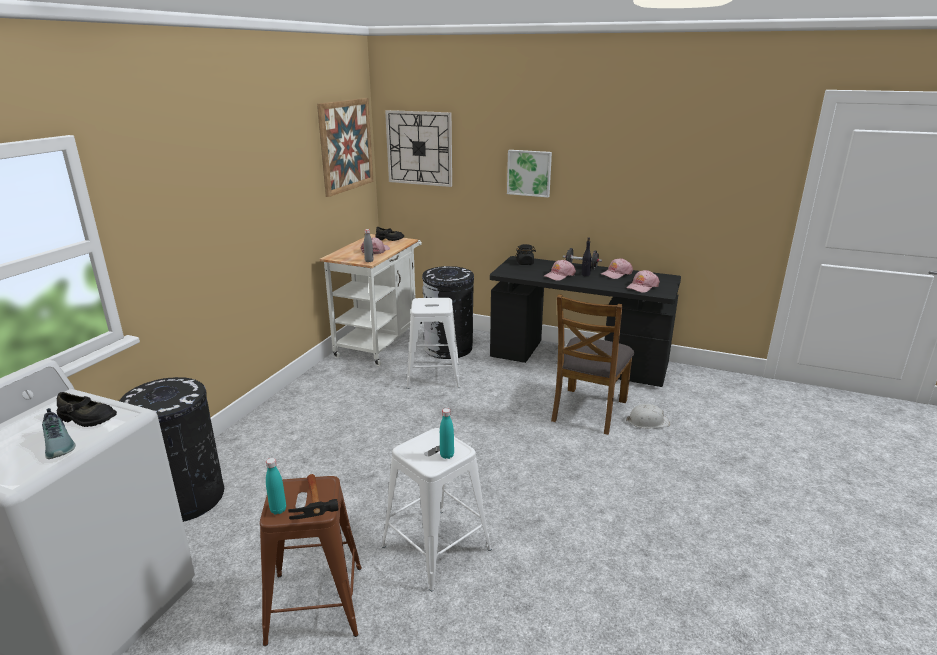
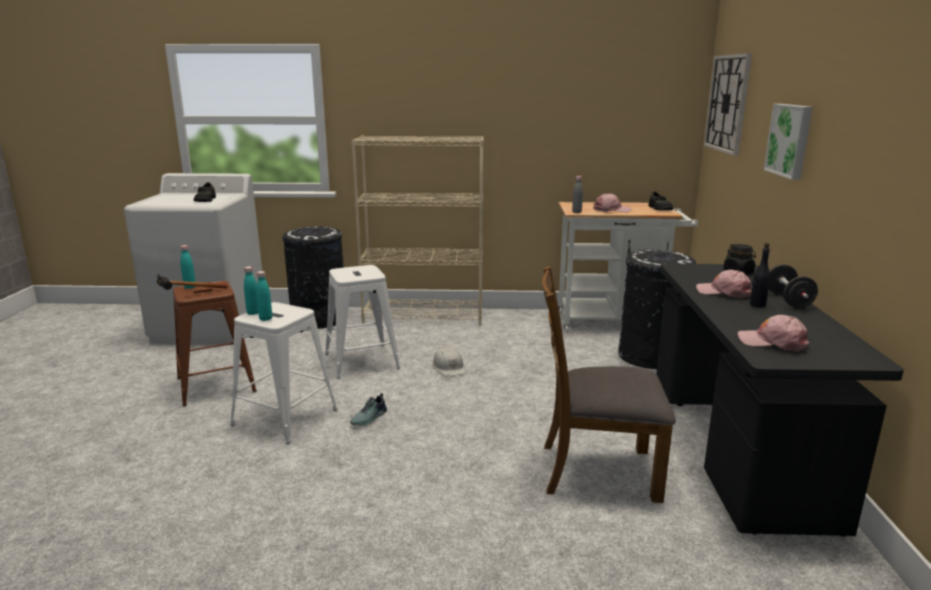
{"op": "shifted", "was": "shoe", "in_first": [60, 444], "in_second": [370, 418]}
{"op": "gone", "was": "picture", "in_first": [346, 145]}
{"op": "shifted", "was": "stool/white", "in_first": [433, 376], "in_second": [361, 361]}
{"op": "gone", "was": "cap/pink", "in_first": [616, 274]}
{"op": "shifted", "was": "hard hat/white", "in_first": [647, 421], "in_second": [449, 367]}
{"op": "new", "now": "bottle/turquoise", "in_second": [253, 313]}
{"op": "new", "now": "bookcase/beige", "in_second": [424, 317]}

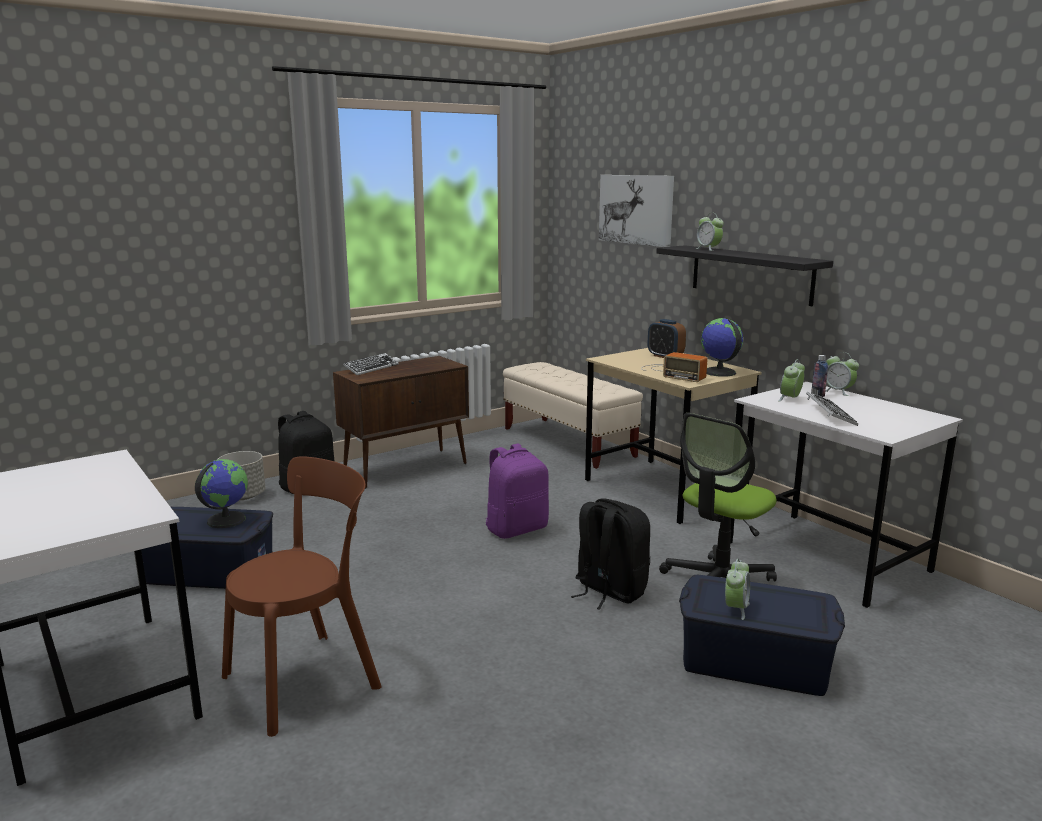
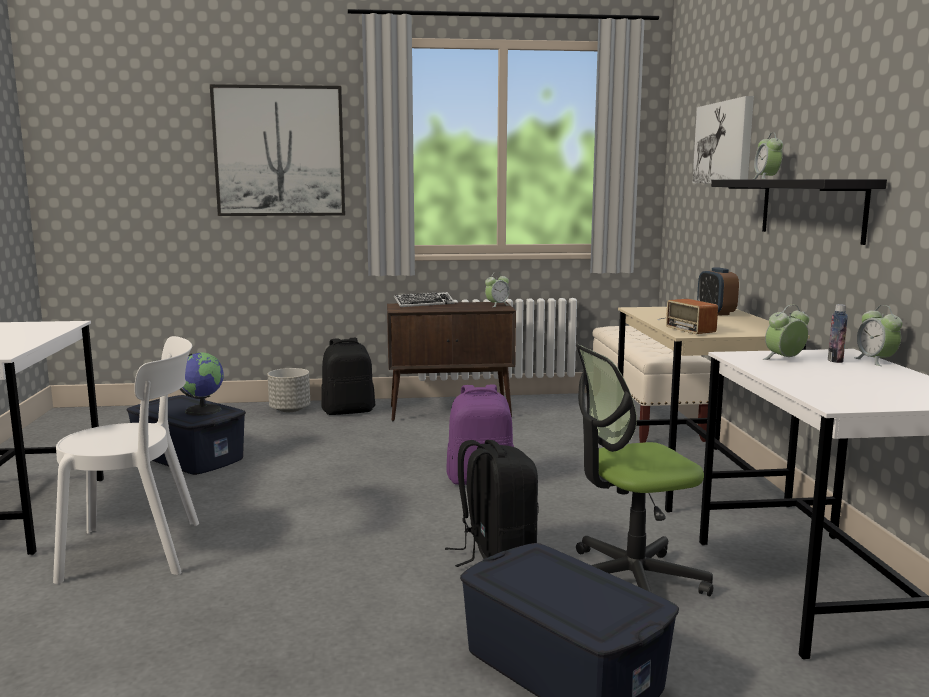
{"op": "repainted", "was": "chair/brown", "now": "chair/white", "in_first": [308, 678], "in_second": [140, 550]}
{"op": "gone", "was": "globe", "in_first": [719, 372]}
{"op": "shifted", "was": "alarm clock", "in_first": [736, 609], "in_second": [497, 305]}
{"op": "gone", "was": "keyboard", "in_first": [829, 414]}
{"op": "new", "now": "picture", "in_second": [279, 151]}

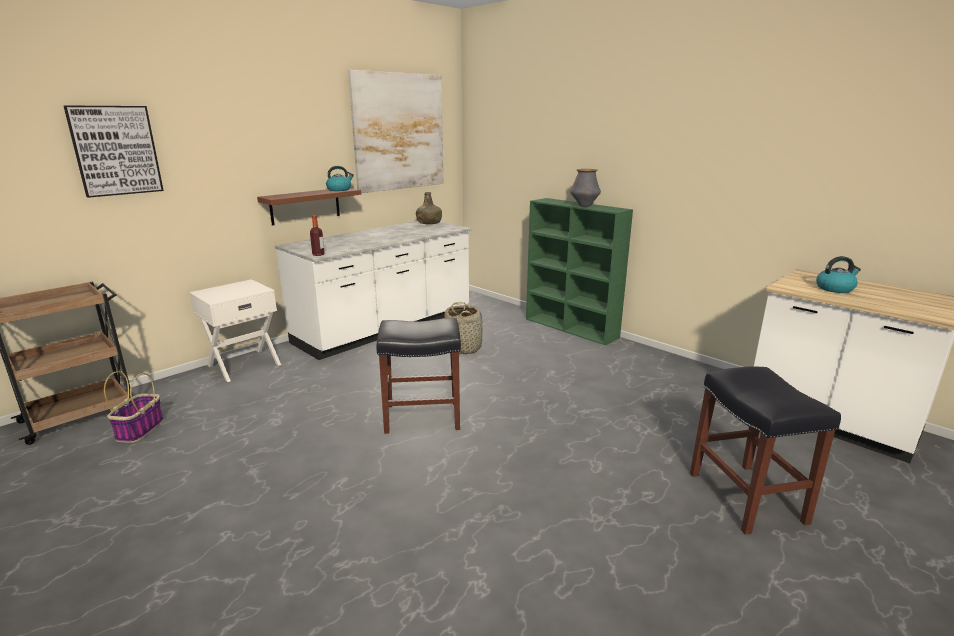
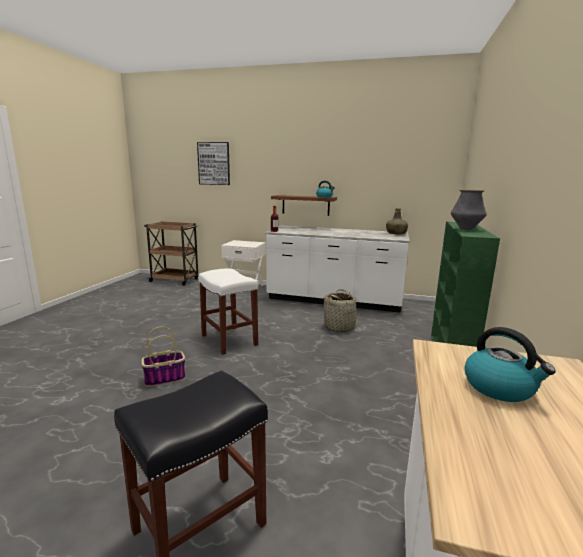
{"op": "shifted", "was": "basket", "in_first": [140, 429], "in_second": [165, 378]}
{"op": "gone", "was": "picture", "in_first": [399, 132]}
{"op": "repainted", "was": "stool/black", "now": "stool/white", "in_first": [423, 416], "in_second": [230, 340]}

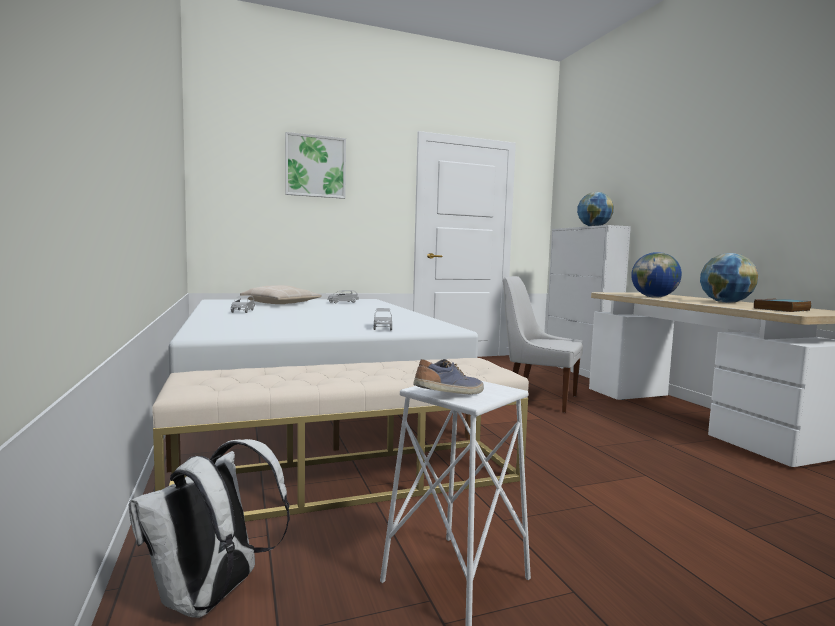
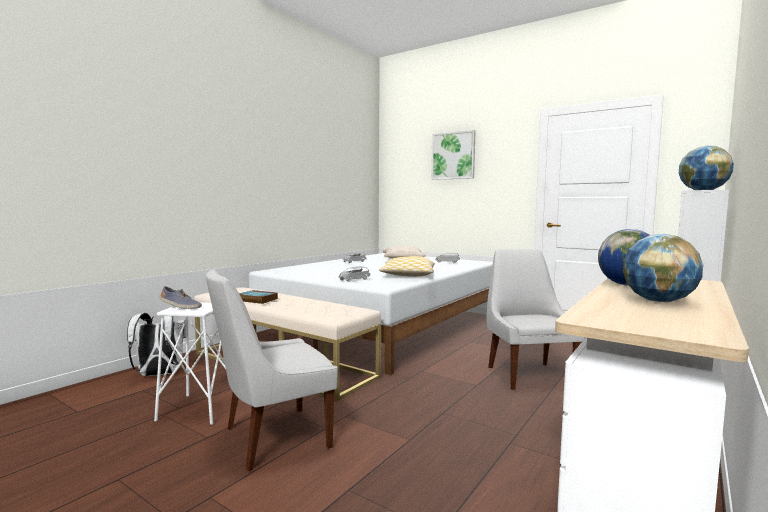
{"op": "shifted", "was": "book", "in_first": [782, 309], "in_second": [256, 300]}
{"op": "new", "now": "chair/white", "in_second": [272, 438]}
{"op": "new", "now": "pillow", "in_second": [408, 275]}

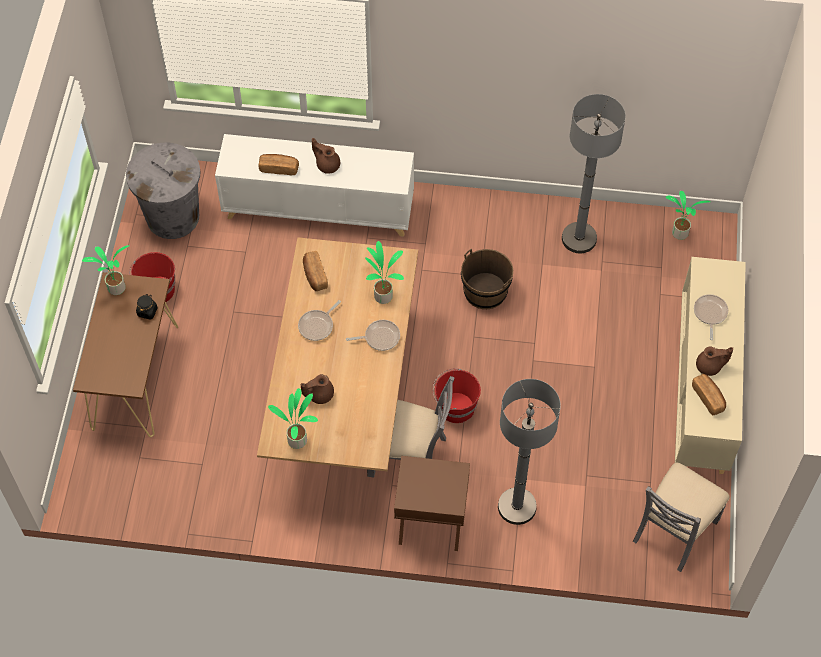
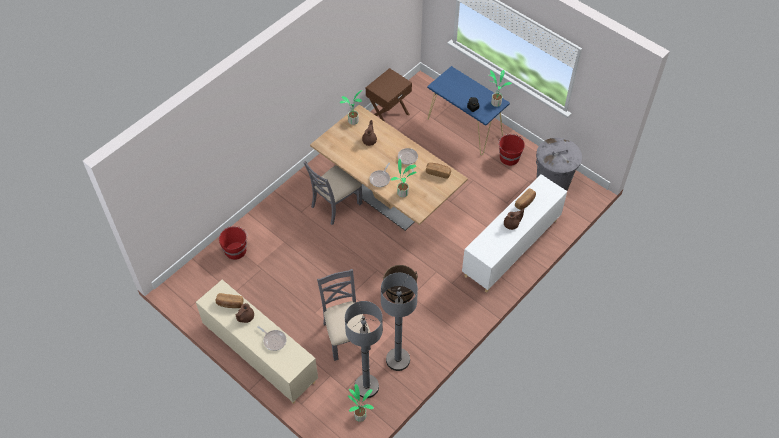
{"op": "repainted", "was": "console table/brown", "now": "console table/blue", "in_first": [135, 376], "in_second": [465, 127]}
{"op": "shifted", "was": "nightstand/brown", "in_first": [431, 523], "in_second": [388, 116]}
{"op": "shifted", "was": "bucket/red", "in_first": [455, 407], "in_second": [236, 250]}
{"op": "shifted", "was": "floor lamp/grey", "in_first": [517, 506], "in_second": [366, 386]}
{"op": "shifted", "was": "chair/grey", "in_first": [674, 530], "in_second": [345, 336]}

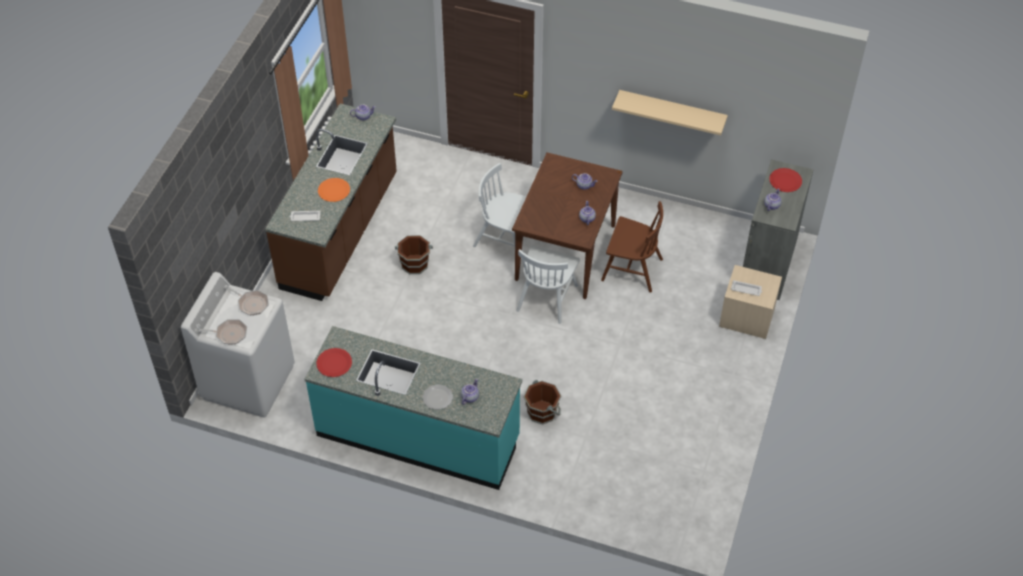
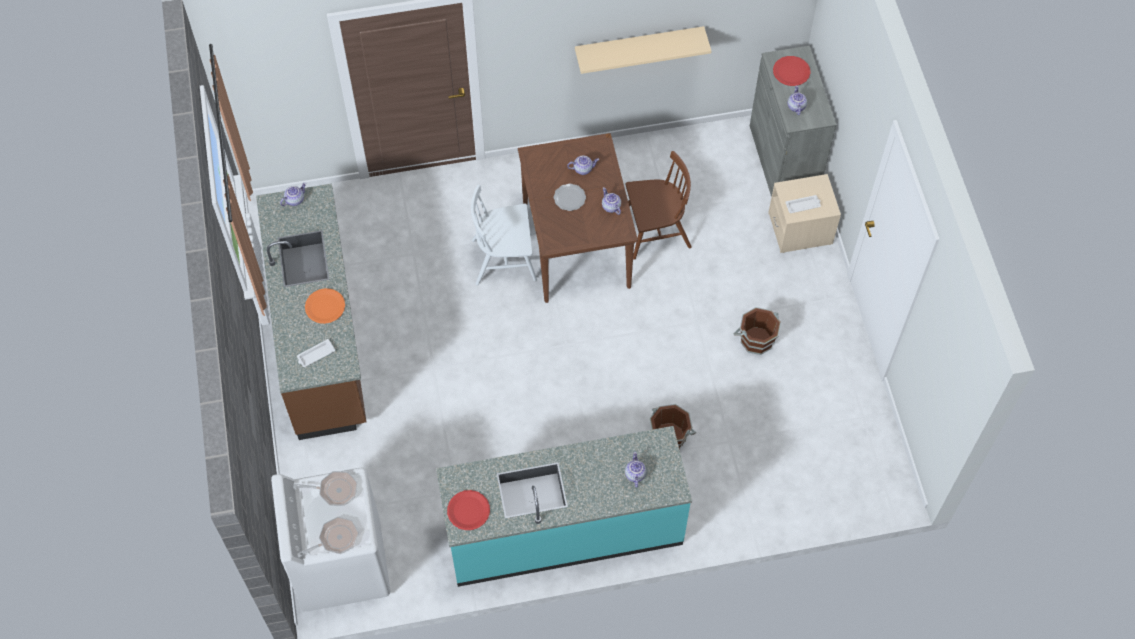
{"op": "shifted", "was": "bucket/brown", "in_first": [414, 263], "in_second": [756, 339]}
{"op": "shifted", "was": "plate", "in_first": [438, 398], "in_second": [570, 198]}
{"op": "gone", "was": "chair/white", "in_first": [547, 298]}

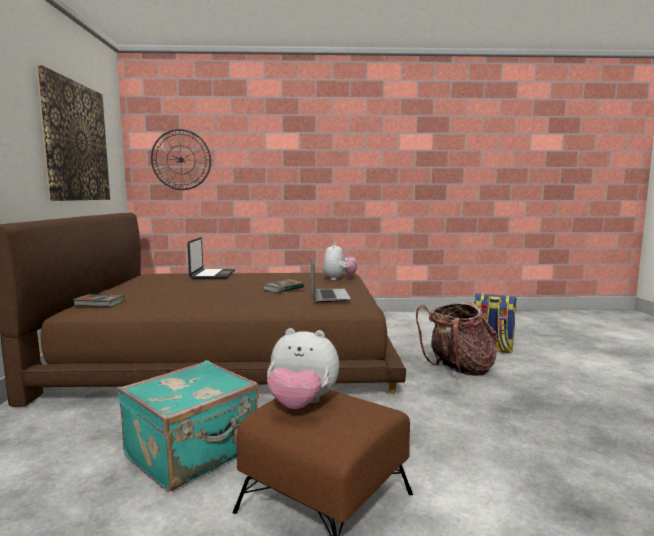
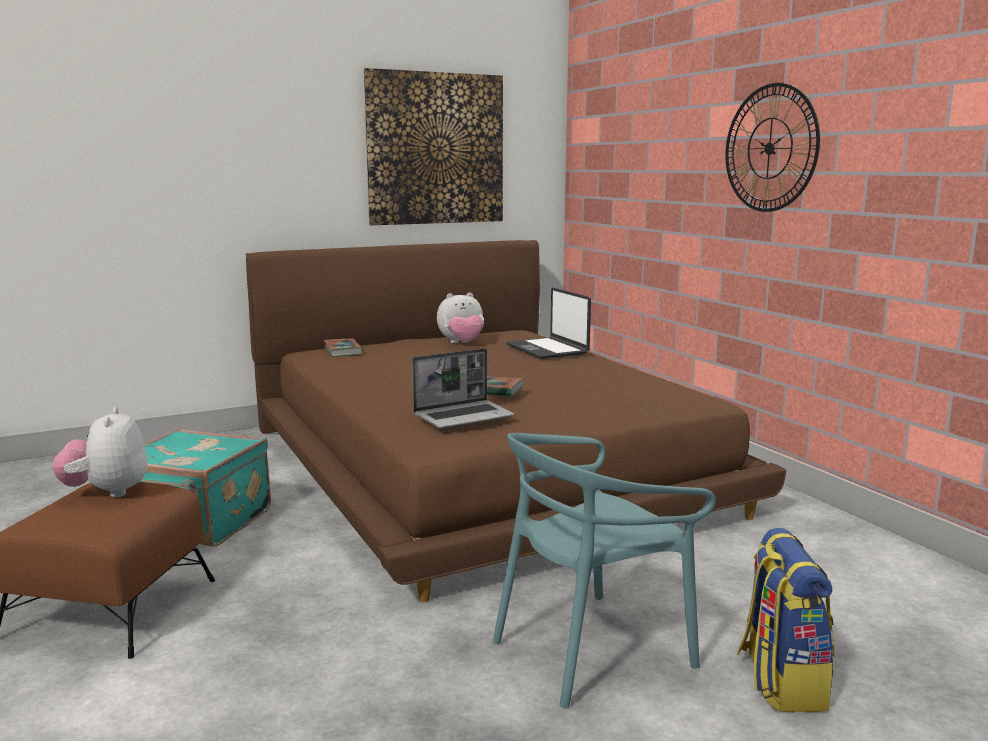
{"op": "shifted", "was": "wall clock", "in_first": [181, 159], "in_second": [770, 148]}
{"op": "rotated", "was": "laptop", "in_first": [212, 275], "in_second": [548, 349], "clockwise": 90}
{"op": "shifted", "was": "plush toy", "in_first": [339, 279], "in_second": [462, 343]}
{"op": "swapped", "was": "backpack", "now": "chair/turquoise", "in_first": [458, 369], "in_second": [591, 649]}

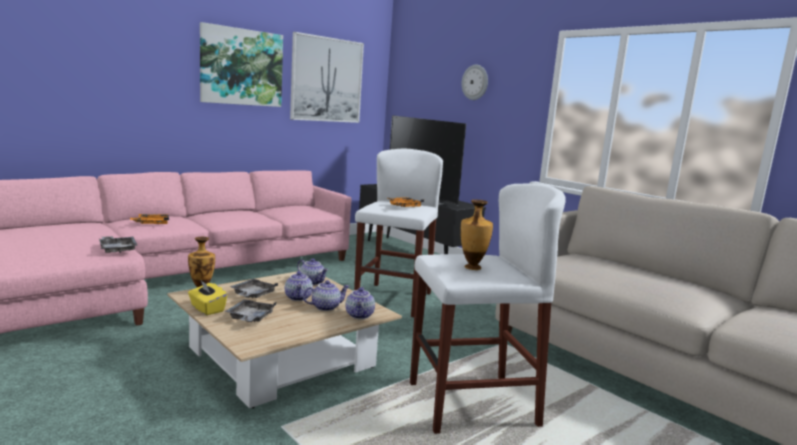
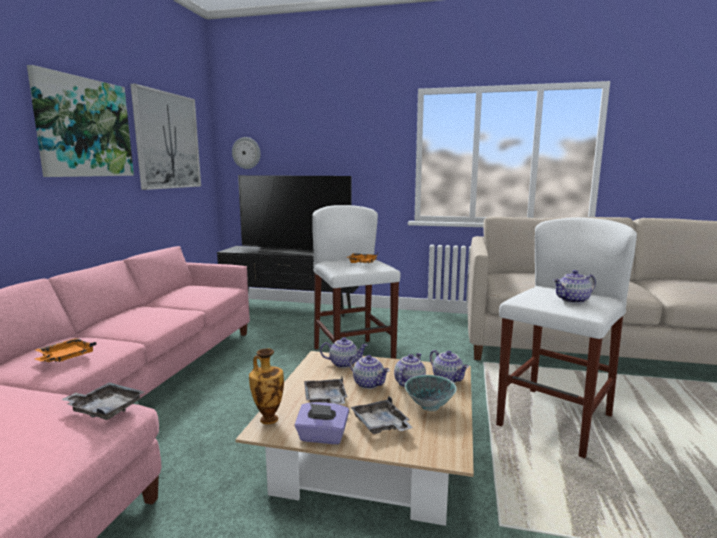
{"op": "repainted", "was": "tissue box/yellow", "now": "tissue box/purple", "in_first": [207, 309], "in_second": [322, 437]}
{"op": "swapped", "was": "vase", "now": "teapot", "in_first": [472, 267], "in_second": [573, 300]}
{"op": "shifted", "was": "wall clock", "in_first": [475, 82], "in_second": [246, 153]}
{"op": "new", "now": "bowl", "in_second": [429, 406]}

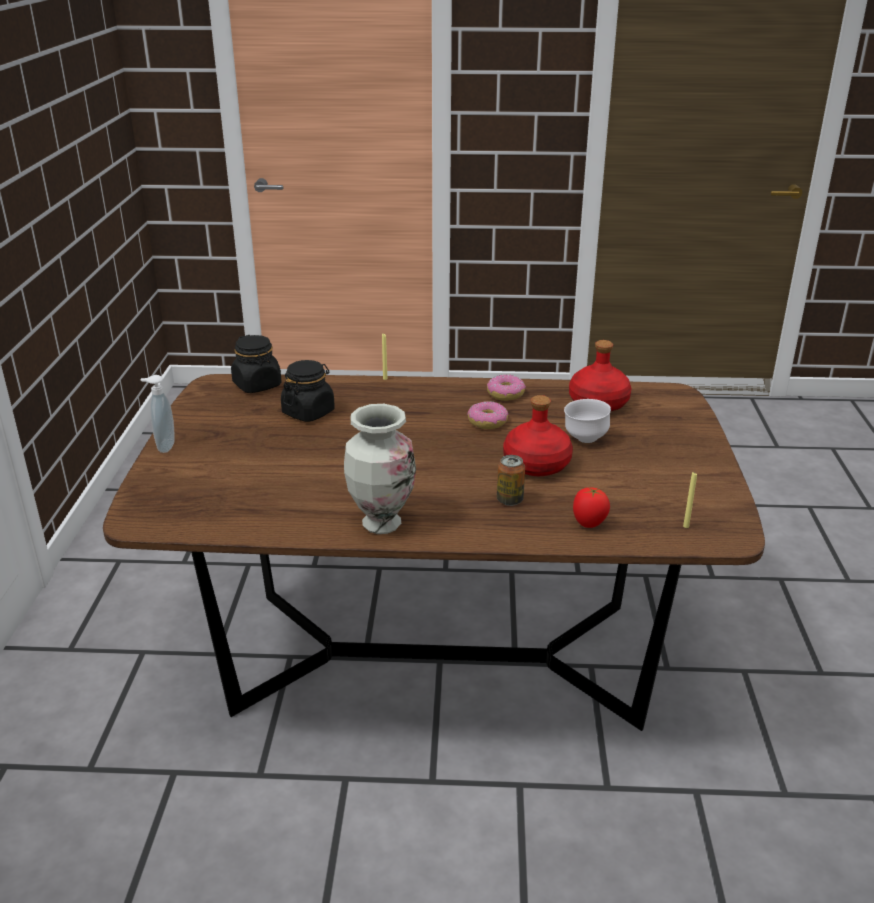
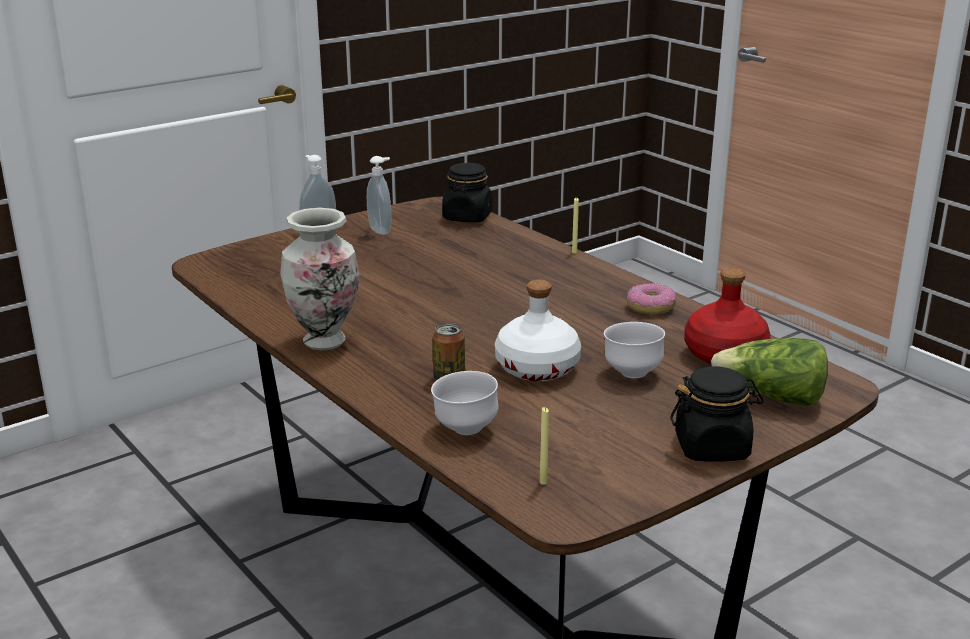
{"op": "shifted", "was": "jar/black", "in_first": [308, 412], "in_second": [712, 447]}
{"op": "gone", "was": "donut", "in_first": [487, 422]}
{"op": "repainted", "was": "bottle/red", "now": "bottle/white", "in_first": [537, 464], "in_second": [537, 368]}
{"op": "swapped", "was": "tomato", "now": "bowl/white", "in_first": [588, 524], "in_second": [465, 429]}
{"op": "new", "now": "soap dispenser", "in_second": [381, 230]}
{"op": "new", "now": "lettuce", "in_second": [772, 397]}

